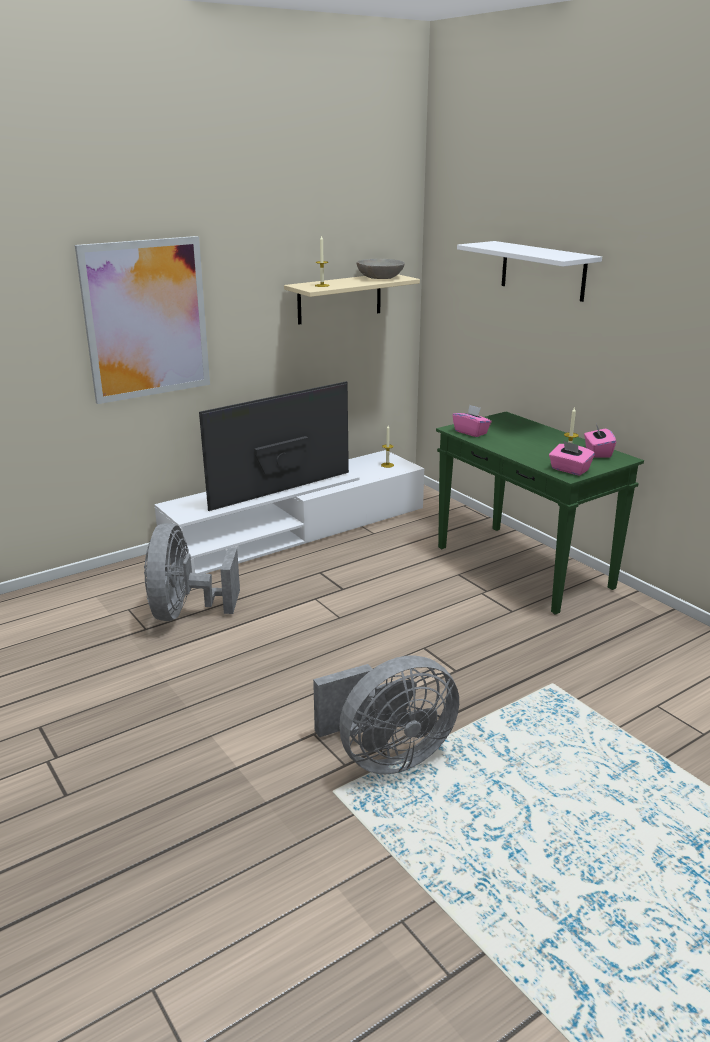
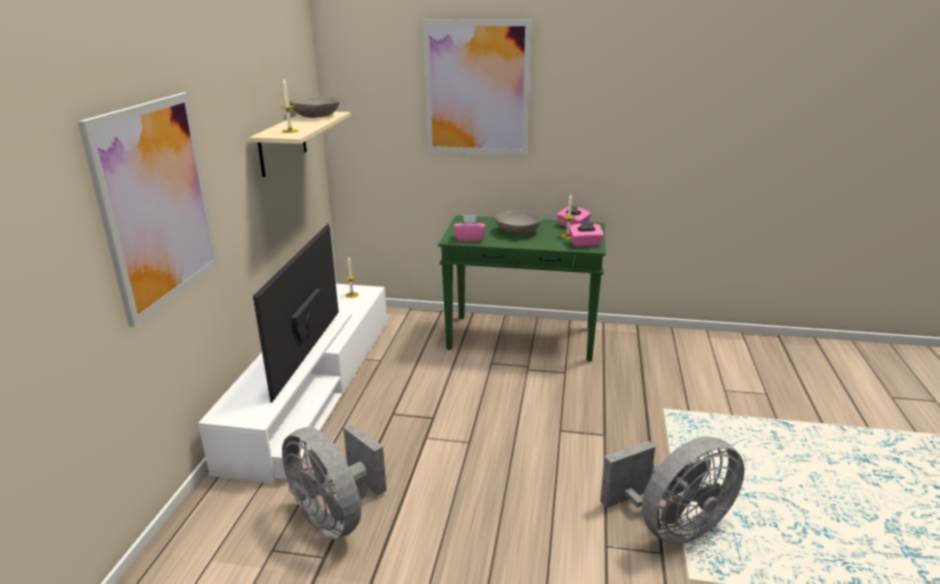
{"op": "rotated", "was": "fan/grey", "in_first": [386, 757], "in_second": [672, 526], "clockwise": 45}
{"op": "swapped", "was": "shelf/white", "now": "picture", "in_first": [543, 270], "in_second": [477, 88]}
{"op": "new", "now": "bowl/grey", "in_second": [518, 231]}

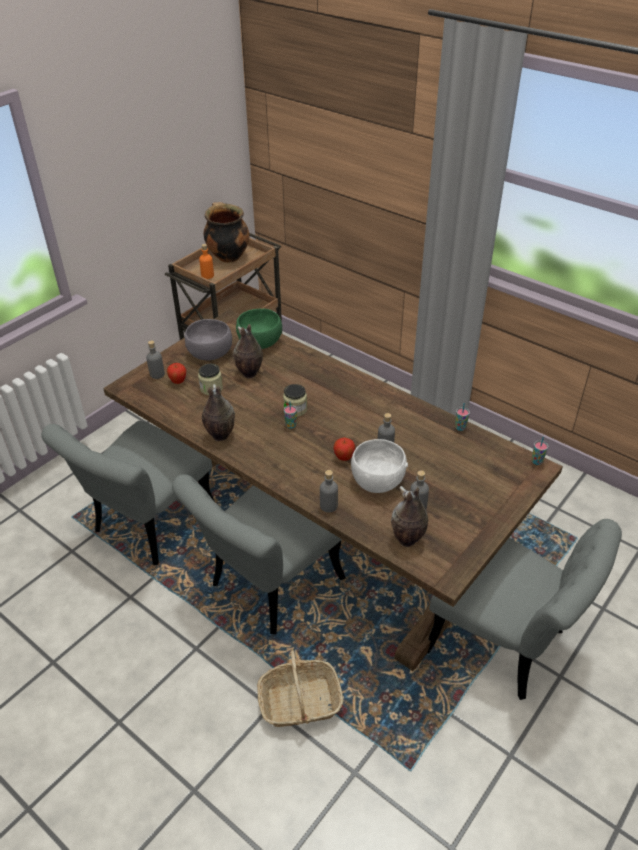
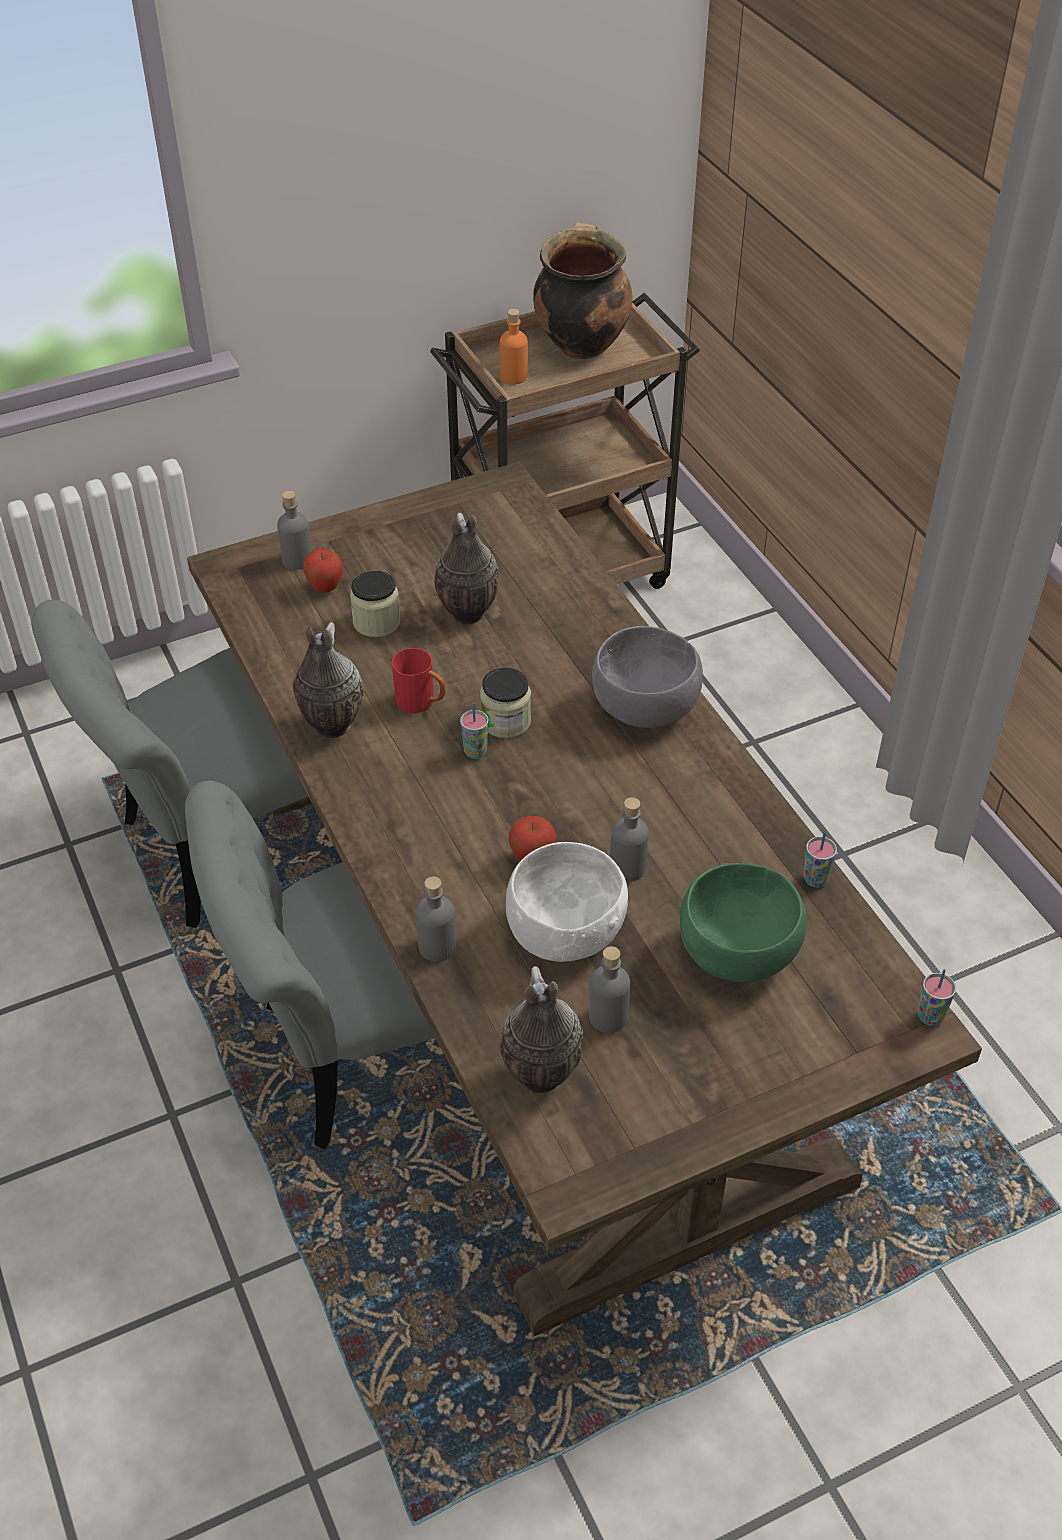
{"op": "shifted", "was": "bowl/grey", "in_first": [210, 353], "in_second": [646, 707]}
{"op": "shifted", "was": "bowl/green", "in_first": [260, 342], "in_second": [739, 952]}
{"op": "gone", "was": "basket", "in_first": [300, 702]}
{"op": "gone", "was": "chair/grey", "in_first": [506, 645]}
{"op": "new", "now": "mug/red", "in_second": [422, 703]}

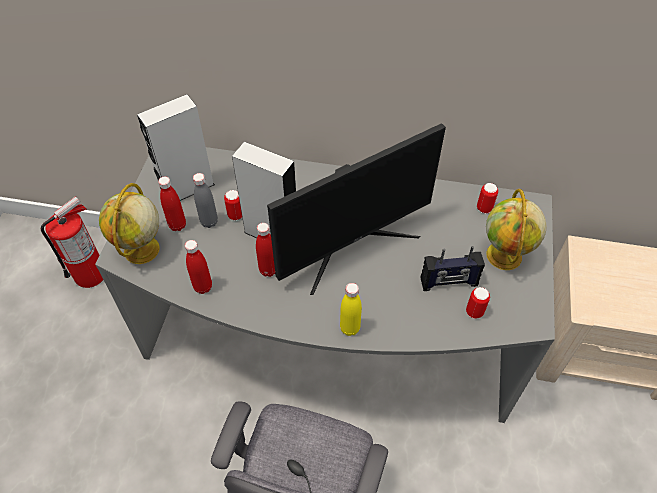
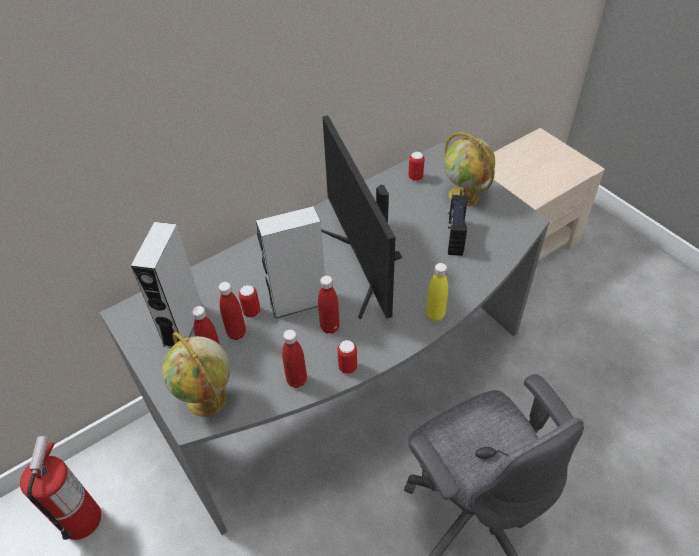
{"op": "repainted", "was": "bottle/grey", "now": "bottle/red", "in_first": [209, 222], "in_second": [236, 333]}
{"op": "rotated", "was": "monitor", "in_first": [351, 245], "in_second": [364, 264], "clockwise": 150}
{"op": "rotated", "was": "radio", "in_first": [449, 282], "in_second": [454, 237], "clockwise": 150}
{"op": "shifted", "was": "can", "in_first": [474, 312], "in_second": [347, 367]}

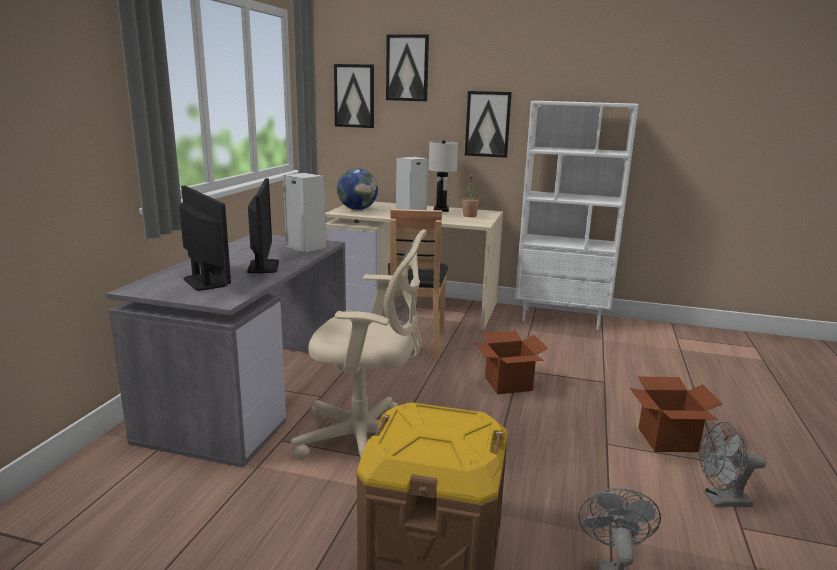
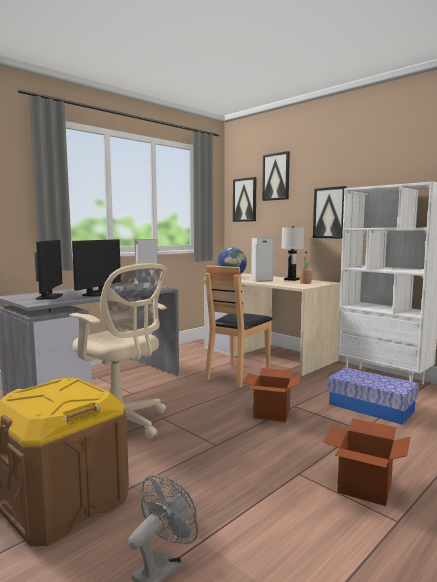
{"op": "gone", "was": "fan/grey", "in_first": [721, 500]}
{"op": "new", "now": "storage box", "in_second": [371, 407]}

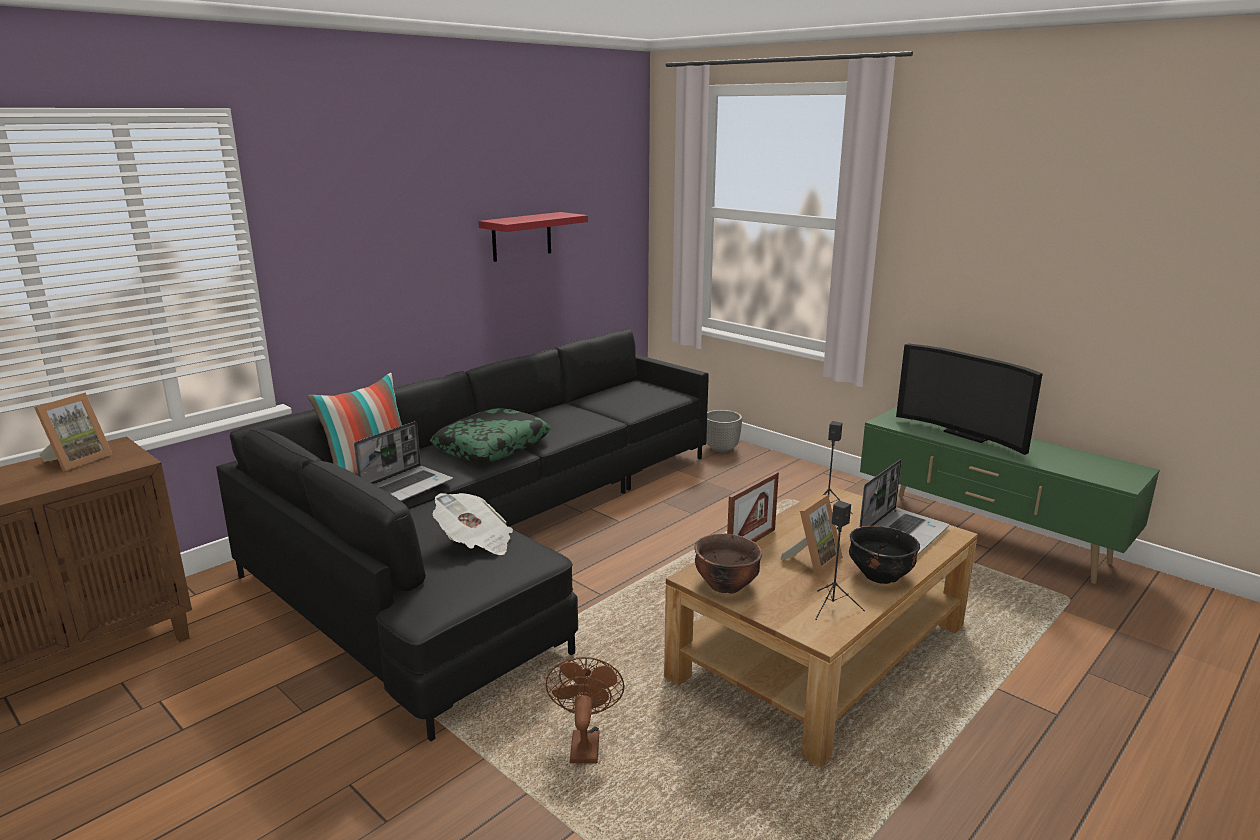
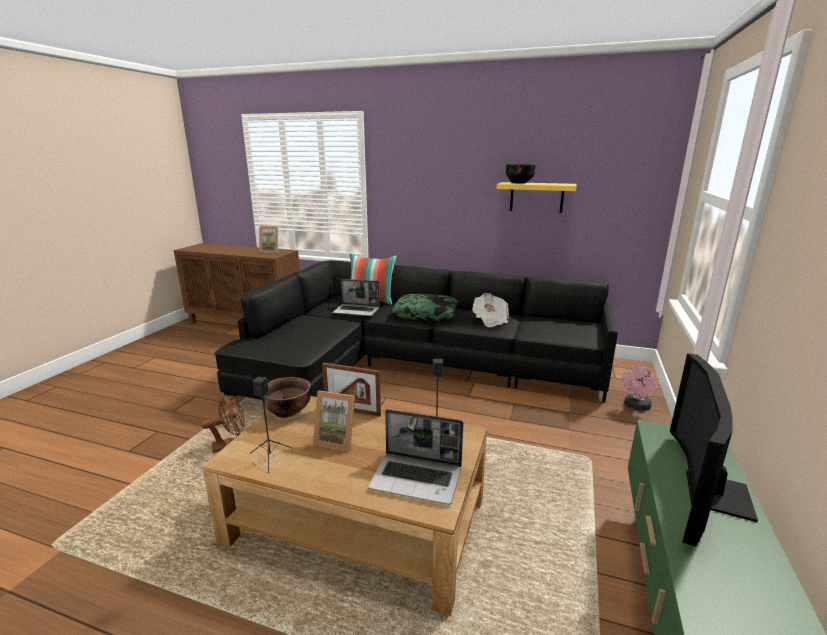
{"op": "shifted", "was": "newspaper", "in_first": [475, 542], "in_second": [490, 320]}
{"op": "repainted", "was": "shelf/red", "now": "shelf/yellow", "in_first": [521, 236], "in_second": [536, 197]}
{"op": "swapped", "was": "planter", "now": "fan/pink", "in_first": [721, 449], "in_second": [636, 406]}
{"op": "shifted", "was": "bowl/black", "in_first": [879, 575], "in_second": [518, 183]}

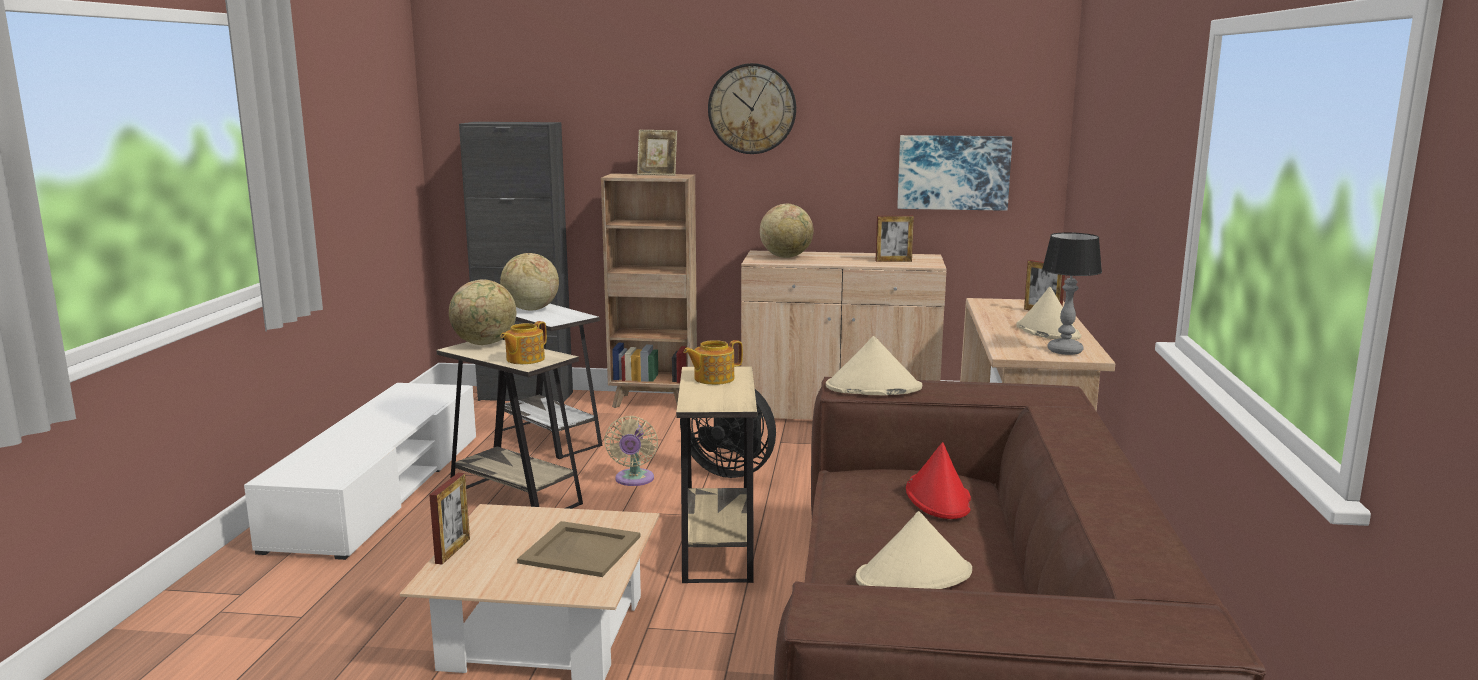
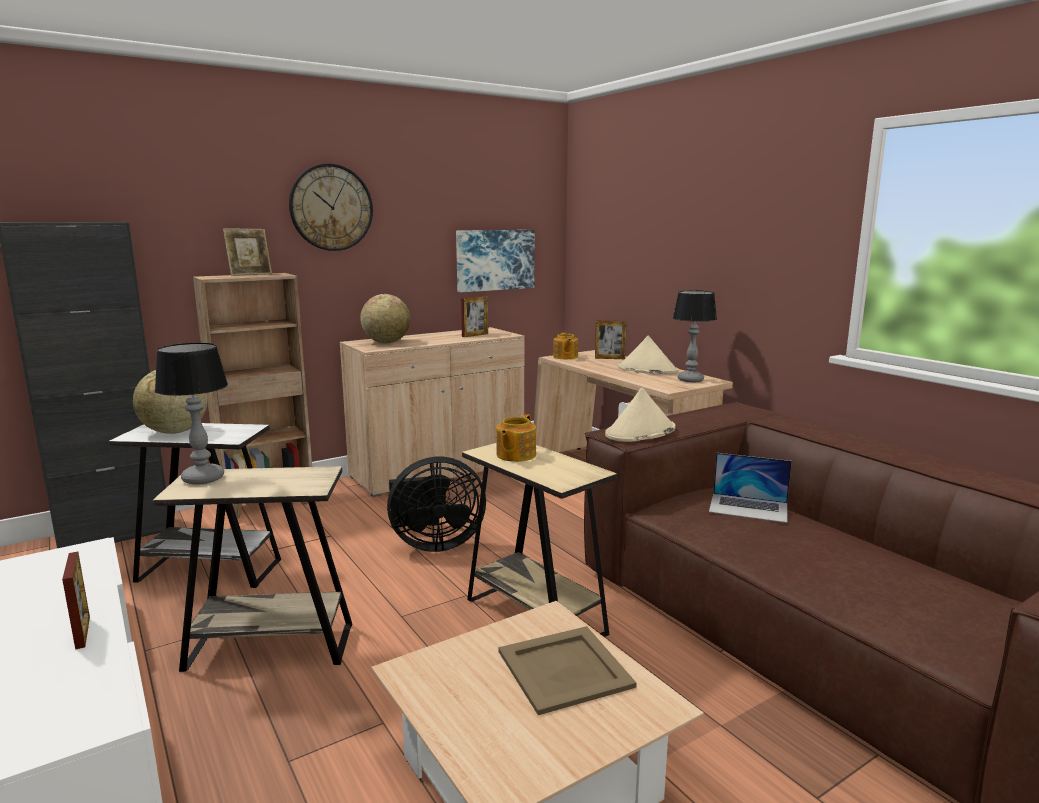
{"op": "shifted", "was": "picture frame", "in_first": [453, 551], "in_second": [82, 632]}
{"op": "swapped", "was": "globe", "now": "table lamp", "in_first": [485, 344], "in_second": [204, 478]}
{"op": "shifted", "was": "teapot", "in_first": [524, 359], "in_second": [565, 357]}
{"op": "gone", "was": "fan/beige", "in_first": [634, 480]}
{"op": "gone", "was": "hat/beige", "in_first": [914, 576]}
{"op": "swapped", "was": "hat/red", "now": "laptop", "in_first": [938, 497], "in_second": [748, 507]}

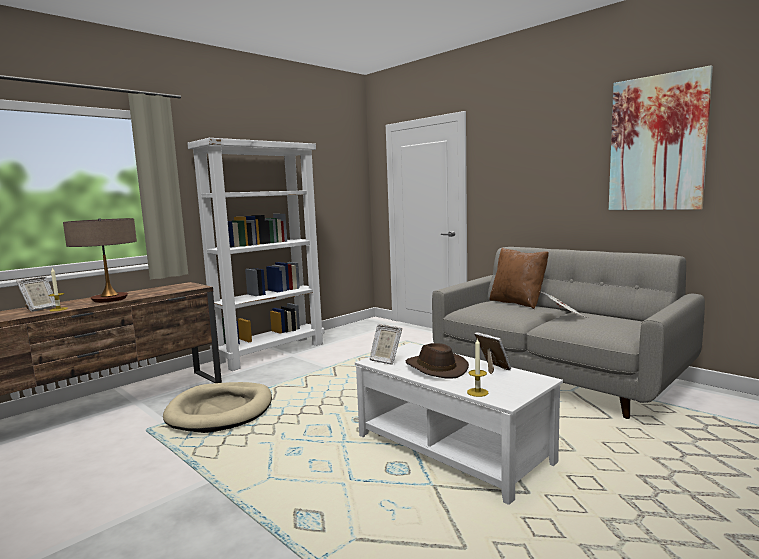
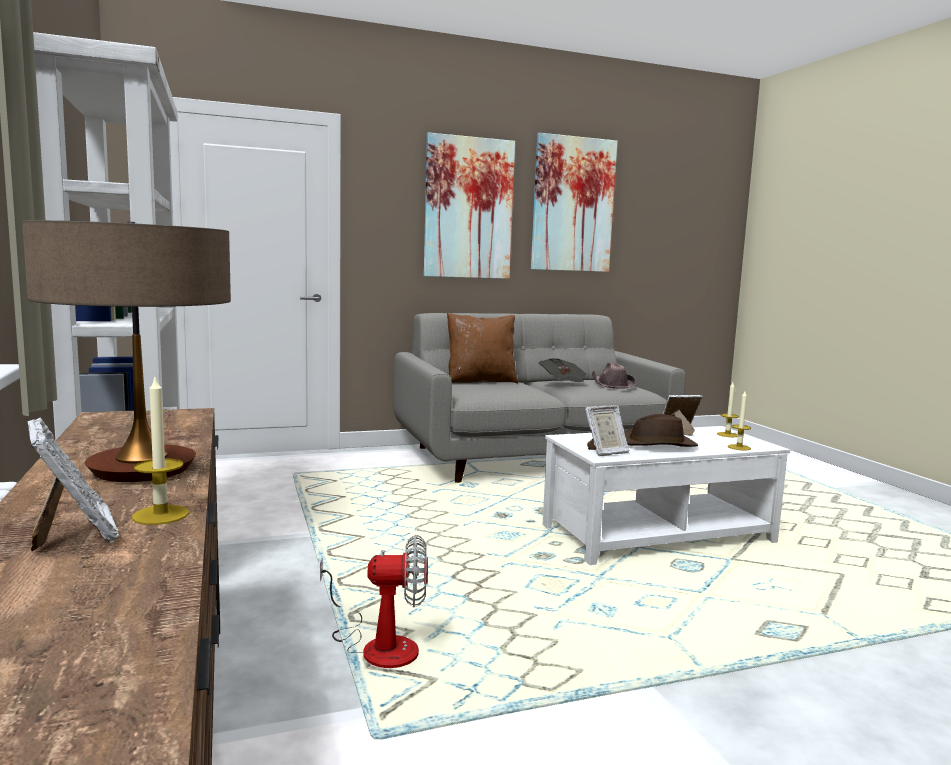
{"op": "swapped", "was": "dog bed/beige", "now": "fan", "in_first": [221, 411], "in_second": [378, 645]}
{"op": "new", "now": "picture", "in_second": [468, 208]}
{"op": "new", "now": "hat/brown", "in_second": [611, 384]}
{"op": "new", "now": "candle", "in_second": [727, 434]}

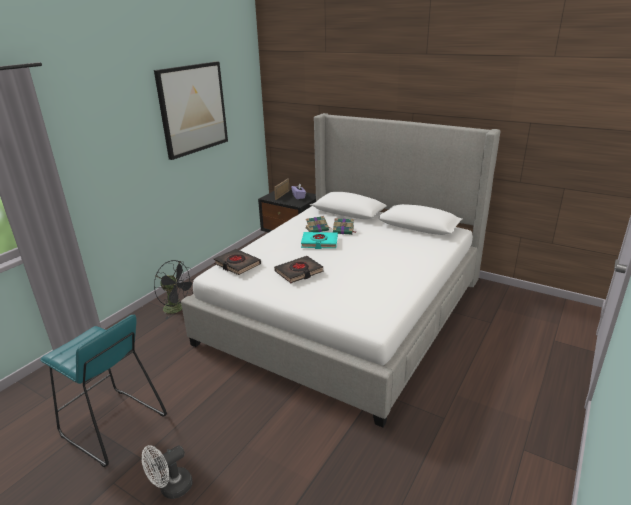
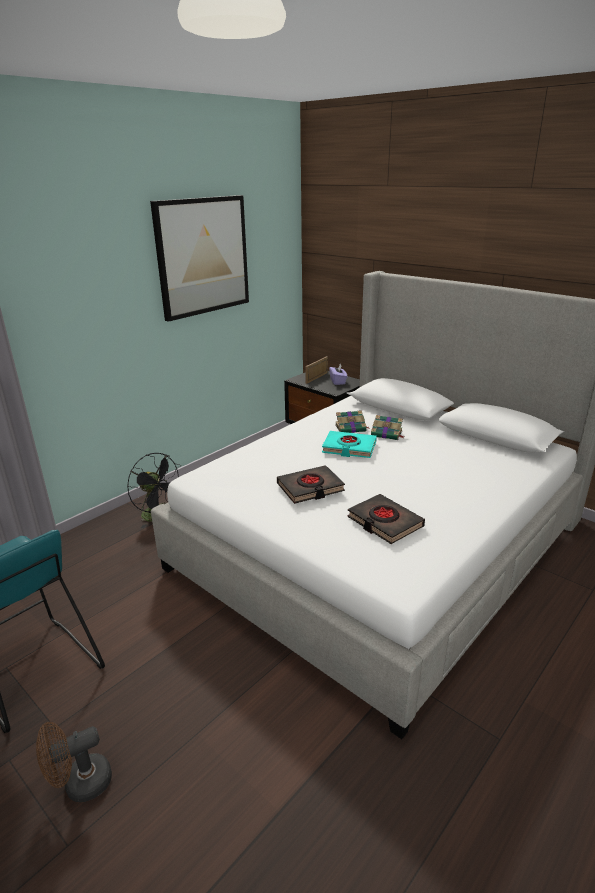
{"op": "repainted", "was": "fan/white", "now": "fan/brown", "in_first": [171, 488], "in_second": [80, 785]}
{"op": "shifted", "was": "book/black", "in_first": [237, 264], "in_second": [384, 522]}

